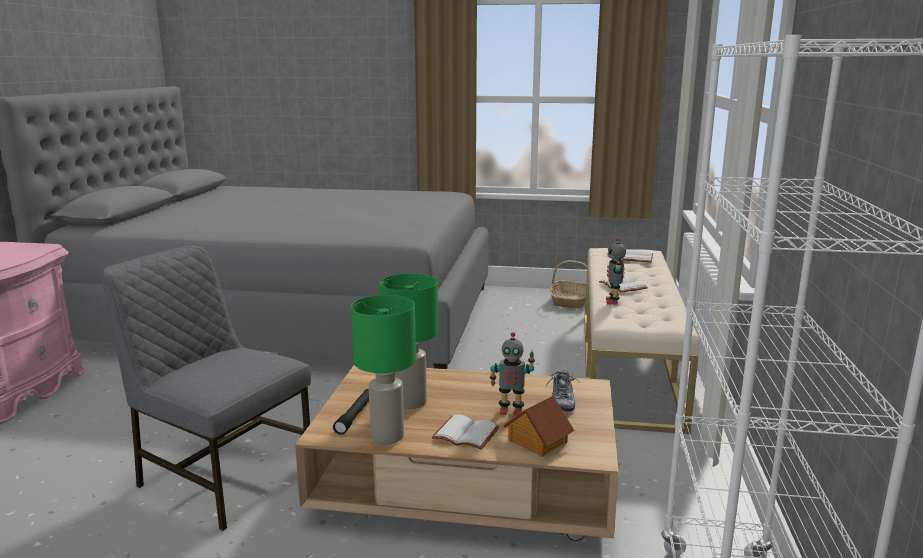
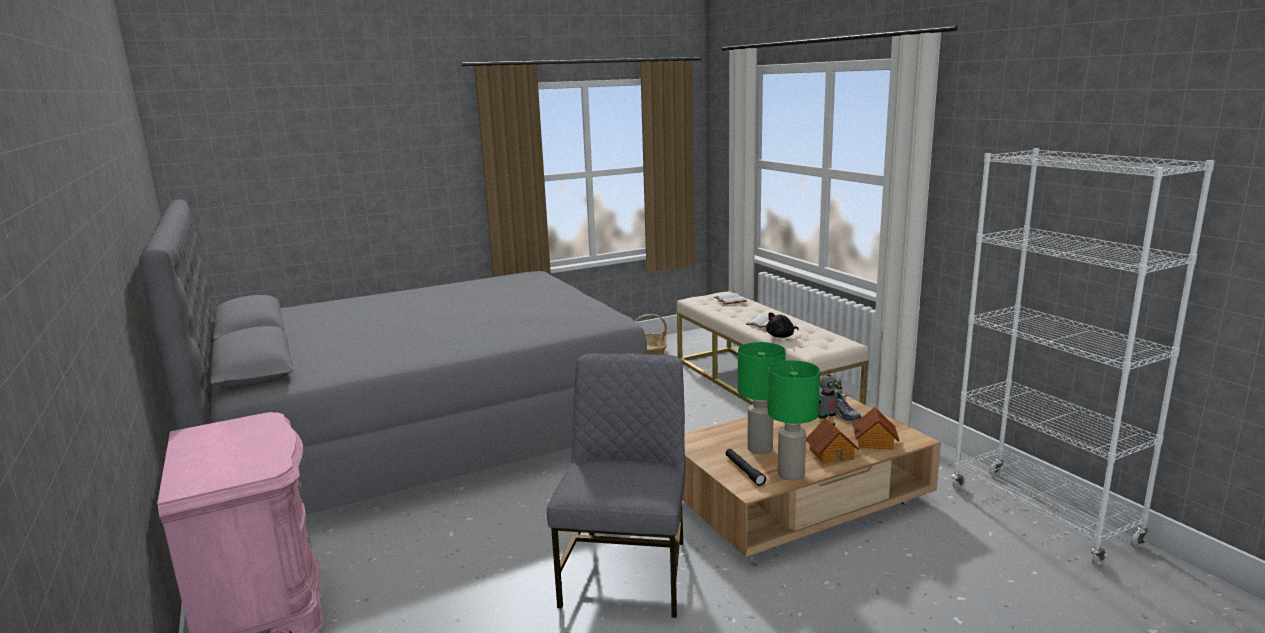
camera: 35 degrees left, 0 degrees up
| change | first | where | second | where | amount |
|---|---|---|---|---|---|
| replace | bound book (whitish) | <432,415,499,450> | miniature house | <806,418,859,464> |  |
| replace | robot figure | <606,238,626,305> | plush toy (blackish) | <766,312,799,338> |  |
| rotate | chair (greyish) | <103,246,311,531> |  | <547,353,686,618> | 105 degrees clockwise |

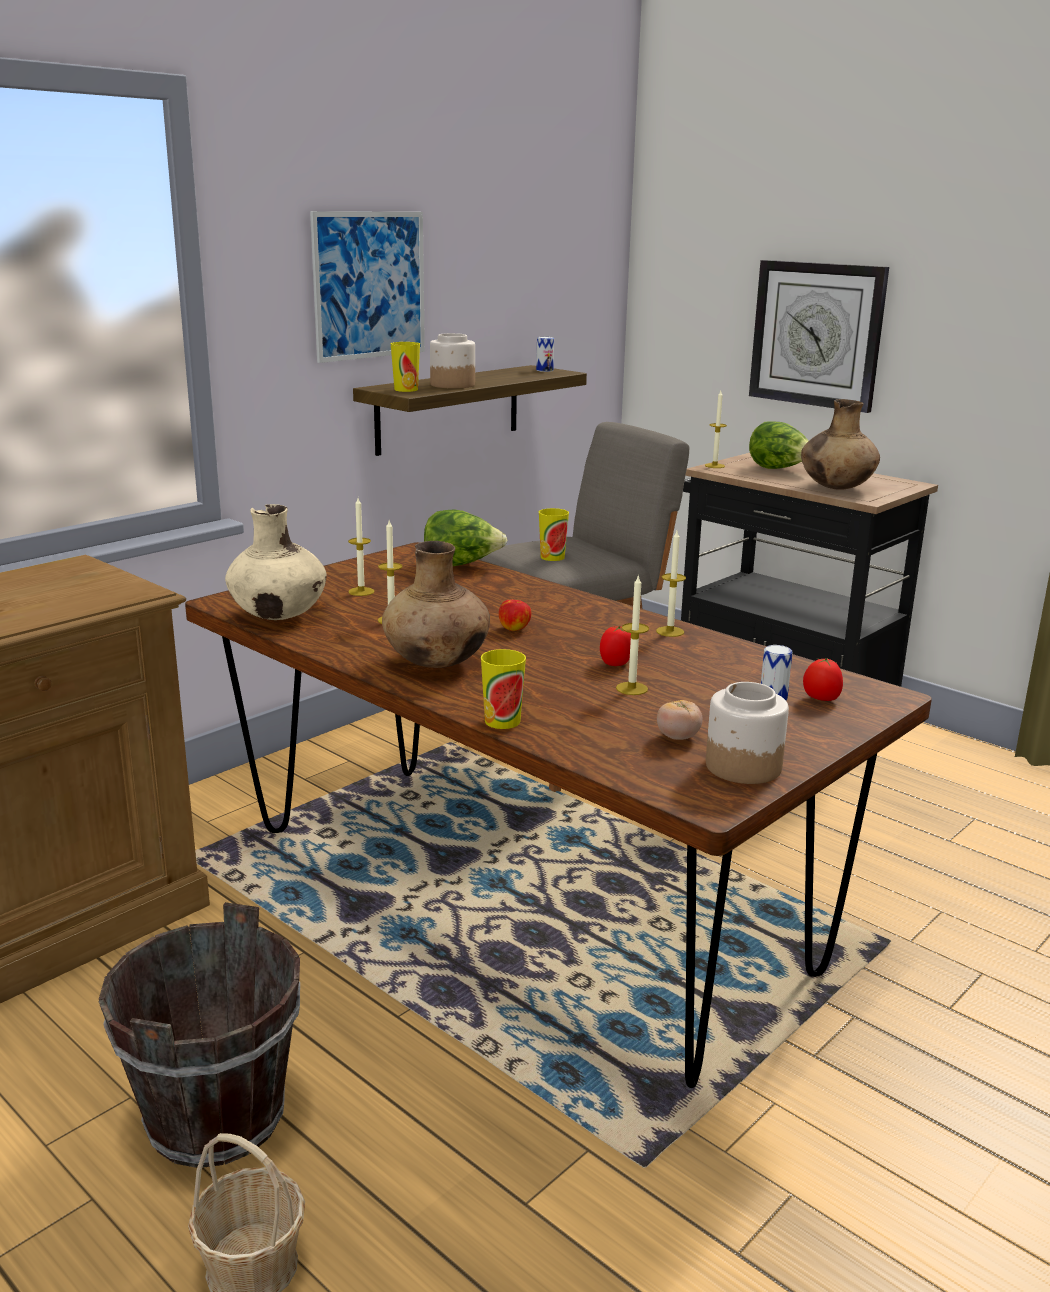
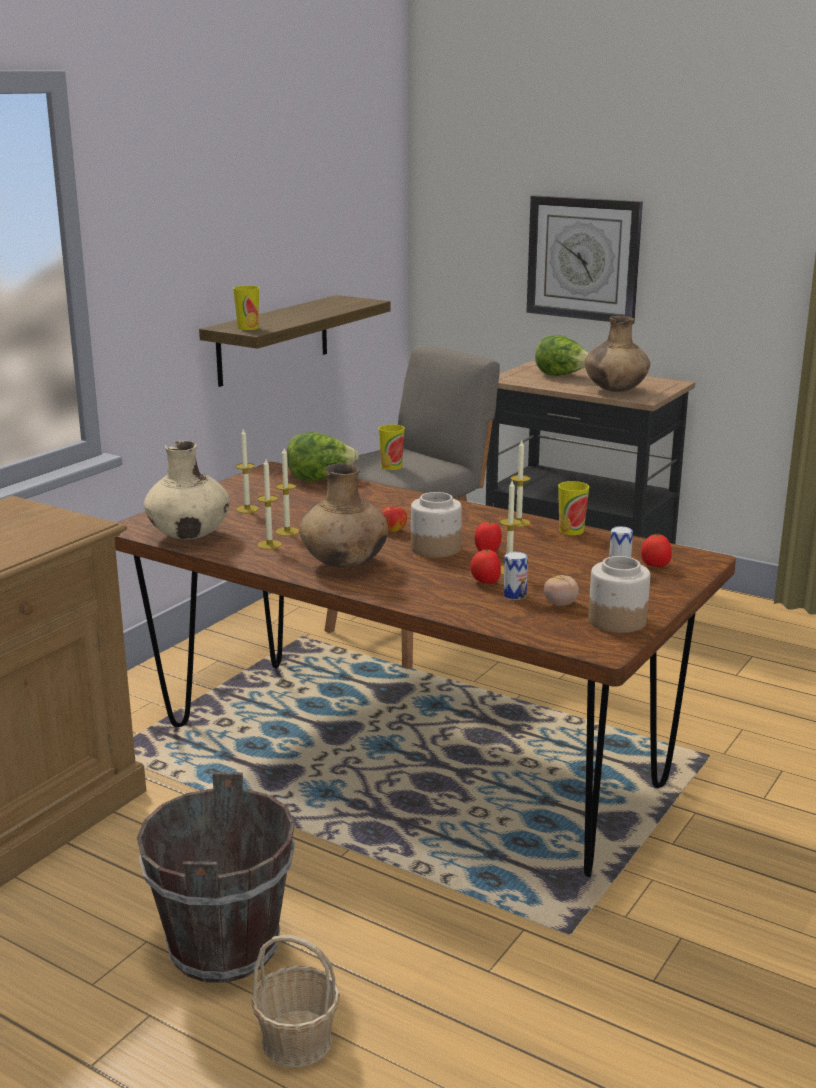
camera: 10 degrees left, 0 degrees up
| change | first | where | second | where | amount |
|---|---|---|---|---|---|
| delete | wall picture | <310,211,425,363> |  |  |  |
| insert |  |  | tomato | <470,549,501,584> |  |
| move | jar | <430,333,475,389> |  | <411,492,462,558> |  |
| move | cup | <481,649,526,729> |  | <558,481,589,535> |  |
| move | sealed can | <536,337,554,372> |  | <504,552,528,600> |  |
| move | wax light | <705,391,727,468> |  | <257,459,282,549> |  |

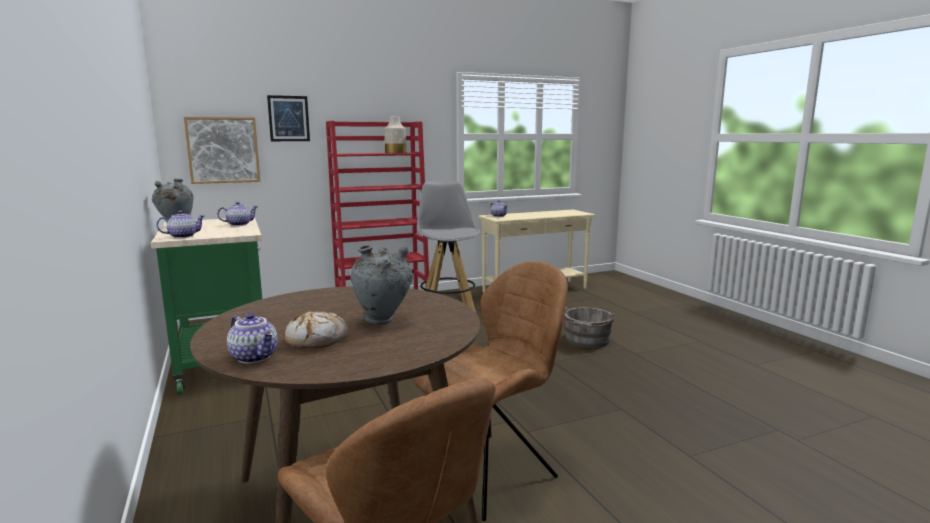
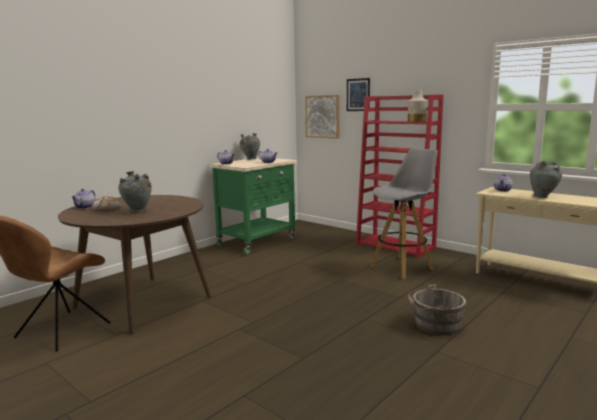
camera: 65 degrees right, 0 degrees up
| change | first | where | second | where | amount |
|---|---|---|---|---|---|
| delete | chair (brown-coloured) | <412,262,568,521> |  |  |  |
| insert |  |  | decorative vase (greyish) | <530,161,562,198> |  |

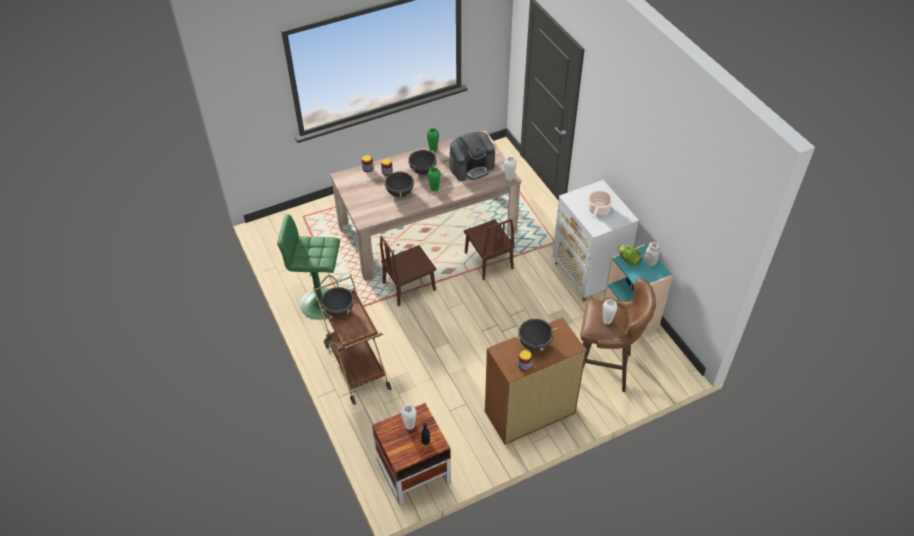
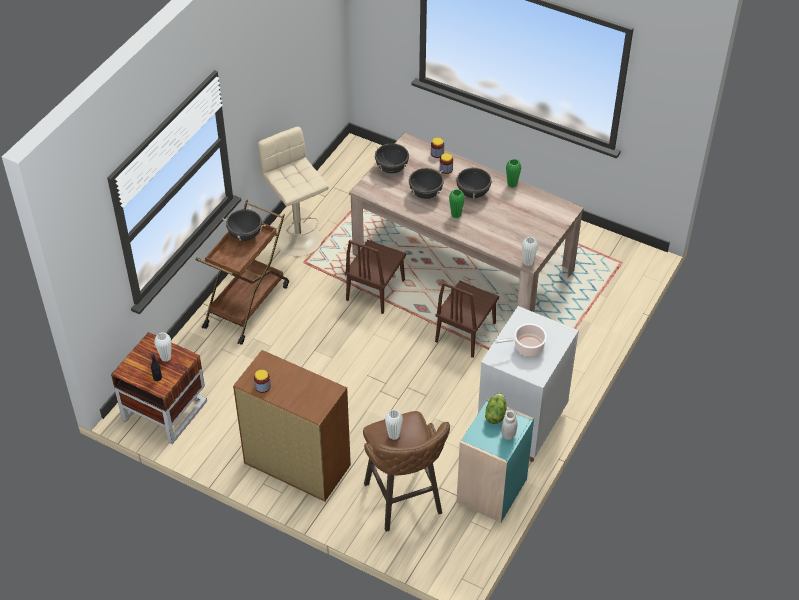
camera: 55 degrees right, 0 degrees up
| change | first | where | second | where | amount |
|---|---|---|---|---|---|
| delete | coffee machine | <449,132,495,181> |  |  |  |
| move | cooking pot (blackish) | <515,316,557,352> |  | <375,143,409,174> |  |
| recolor | sitting stool (greenish) | <277,214,340,320> | sitting stool (beige) | <258,127,329,256> |  |
| rotate | chair (brown-coloured) | <380,235,436,306> |  | <345,240,406,314> | 90 degrees counterclockwise |

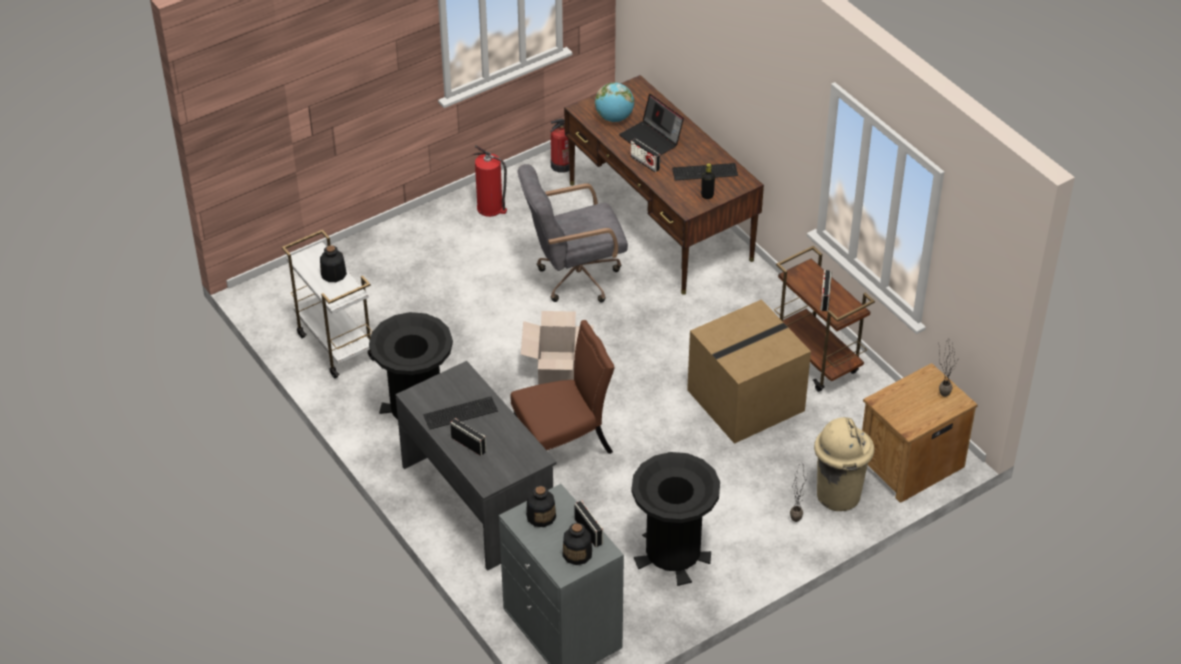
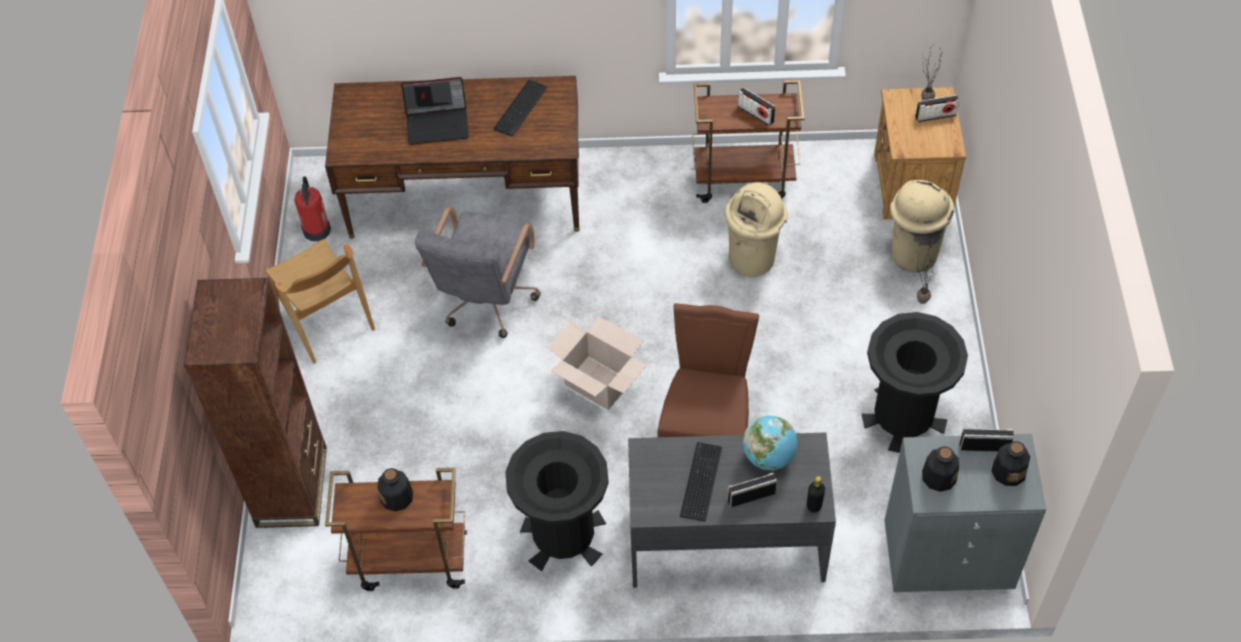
camera: 55 degrees left, 10 degrees up
| change | first | where | second | where | amount |
|---|---|---|---|---|---|
| insert |  |  | shelving unit (brown-coloured) | <184,278,327,528> |  |
| move | world globe | <595,83,634,122> |  | <743,416,798,471> |  |
| move | radio receiver | <631,139,660,172> |  | <915,95,959,122> |  |
| move | beverage bottle (blackish) | <701,163,715,199> |  | <807,476,825,513> |  |
| replace | fire extinguisher | <473,145,507,217> | chair (brown-coloured) | <266,239,375,363> |  |
| replace | cardboard box | <687,299,811,444> | trash can (beige) | <724,182,788,277> |  |
| recolor | cart (whitish) | <282,230,374,378> | cart (brown-coloured) | <325,468,467,591> |  |

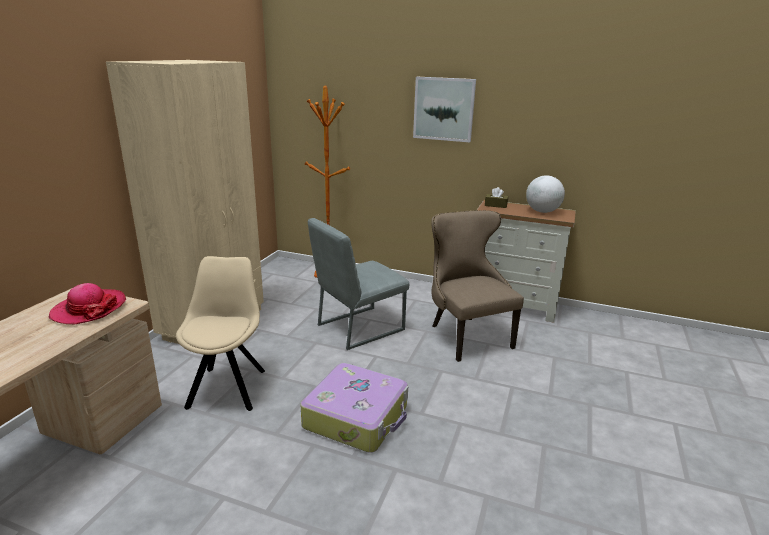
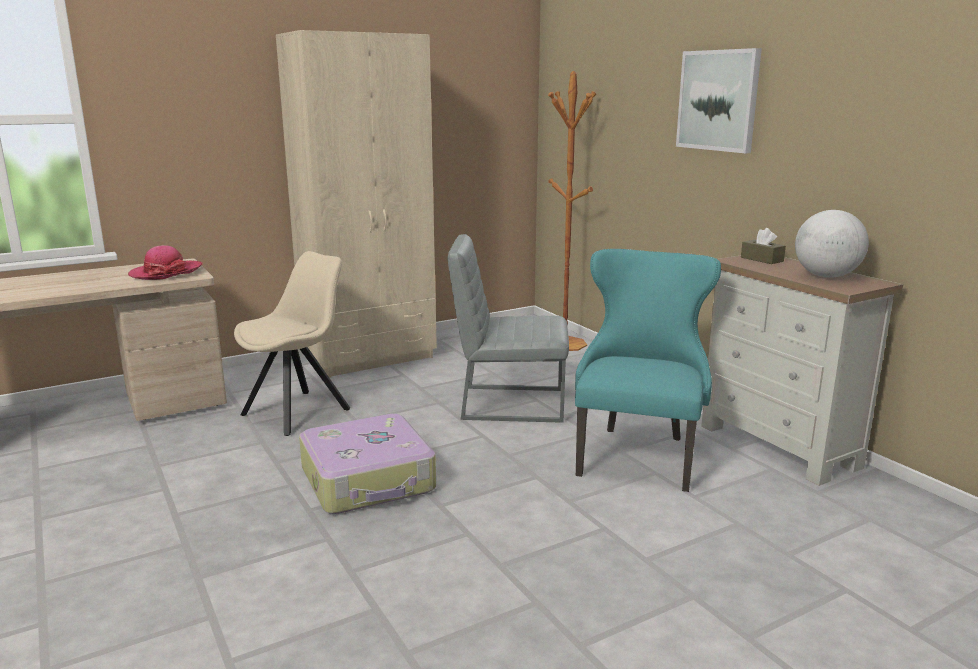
camera: 40 degrees right, 5 degrees down
| change | first | where | second | where | amount |
|---|---|---|---|---|---|
| recolor | chair (beige) | <431,210,524,362> | chair (turquoise-coloured) | <575,249,721,492> |  |

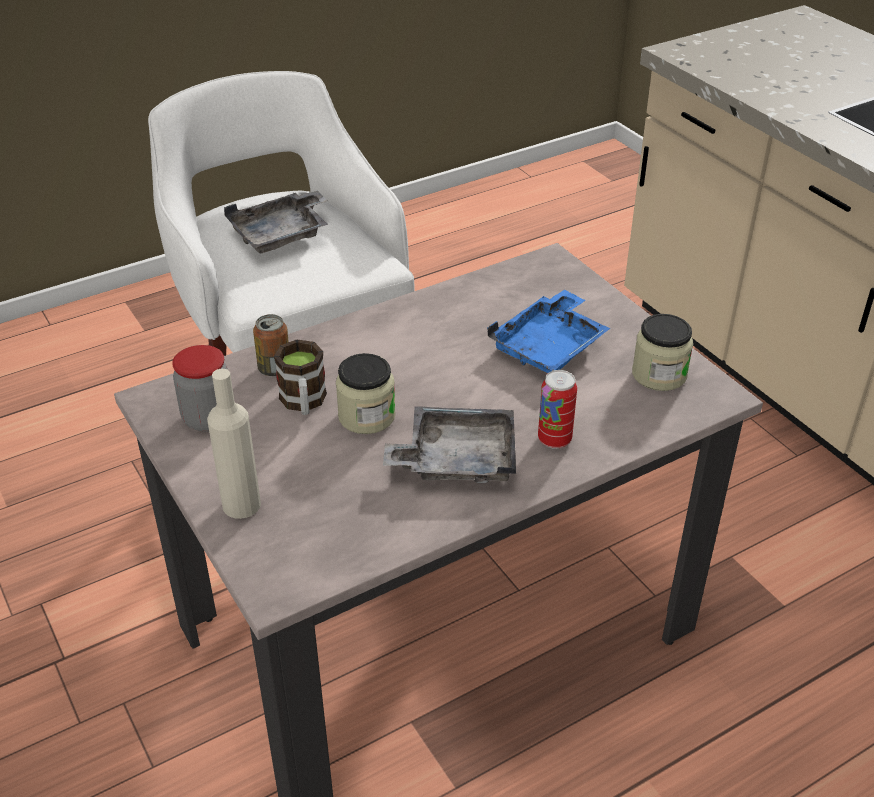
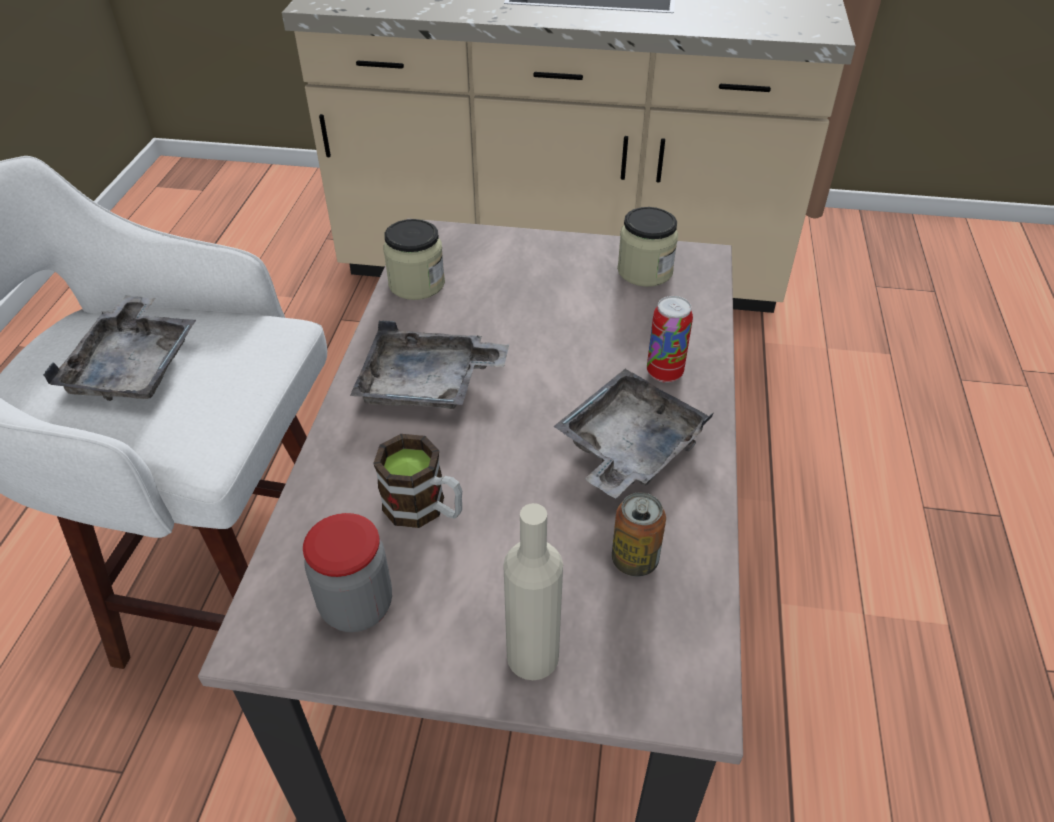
camera: 50 degrees left, 5 degrees up
| change | first | where | second | where | amount |
|---|---|---|---|---|---|
| delete | tray (bluish) | <487,289,610,373> |  |  |  |
| insert |  |  | tray (greyish) | <350,321,509,409> |  |
| move | sealed can | <253,314,289,377> |  | <612,493,666,577> |  |
| move | jar | <336,353,396,434> |  | <383,219,445,300> |  |

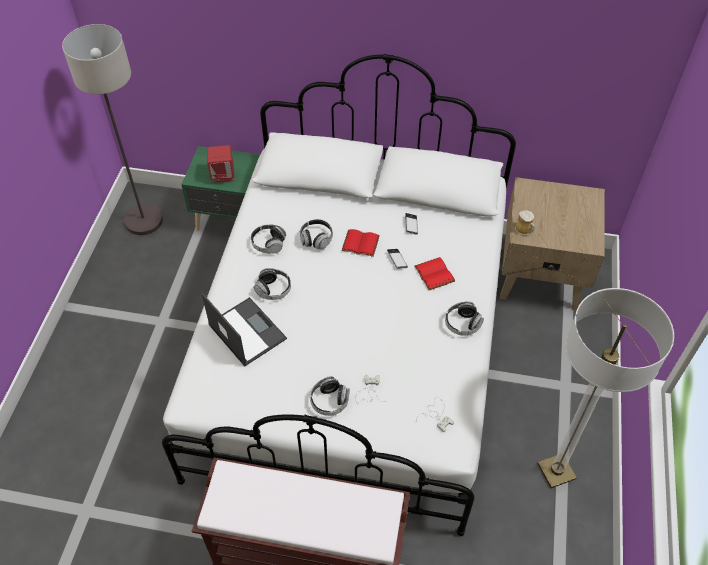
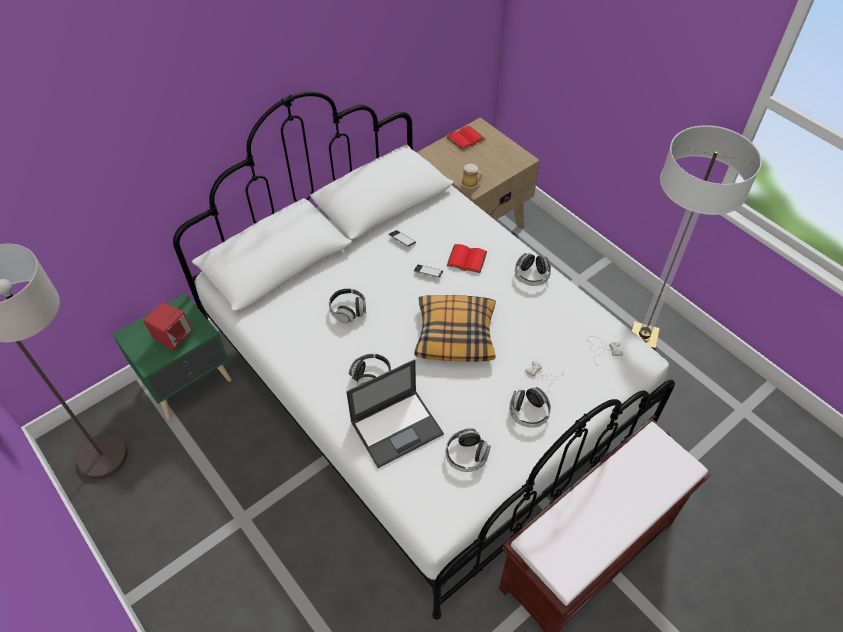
camera: 50 degrees left, 0 degrees up
| change | first | where | second | where | amount |
|---|---|---|---|---|---|
| insert |  |  | cushion | <414,295,496,362> |  |
| move | headphones | <251,224,286,254> |  | <446,428,491,472> |  |
| move | bound book (reddish) | <342,229,380,257> |  | <447,126,485,151> |  |
| rotate | notebook computer | <202,293,287,367> |  | <346,359,444,468> | 150 degrees clockwise |

